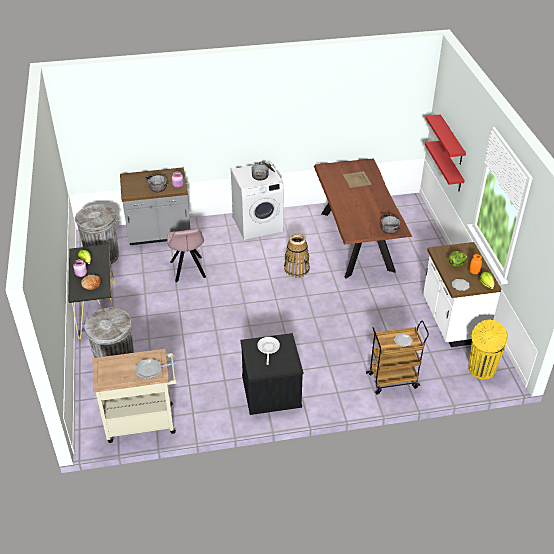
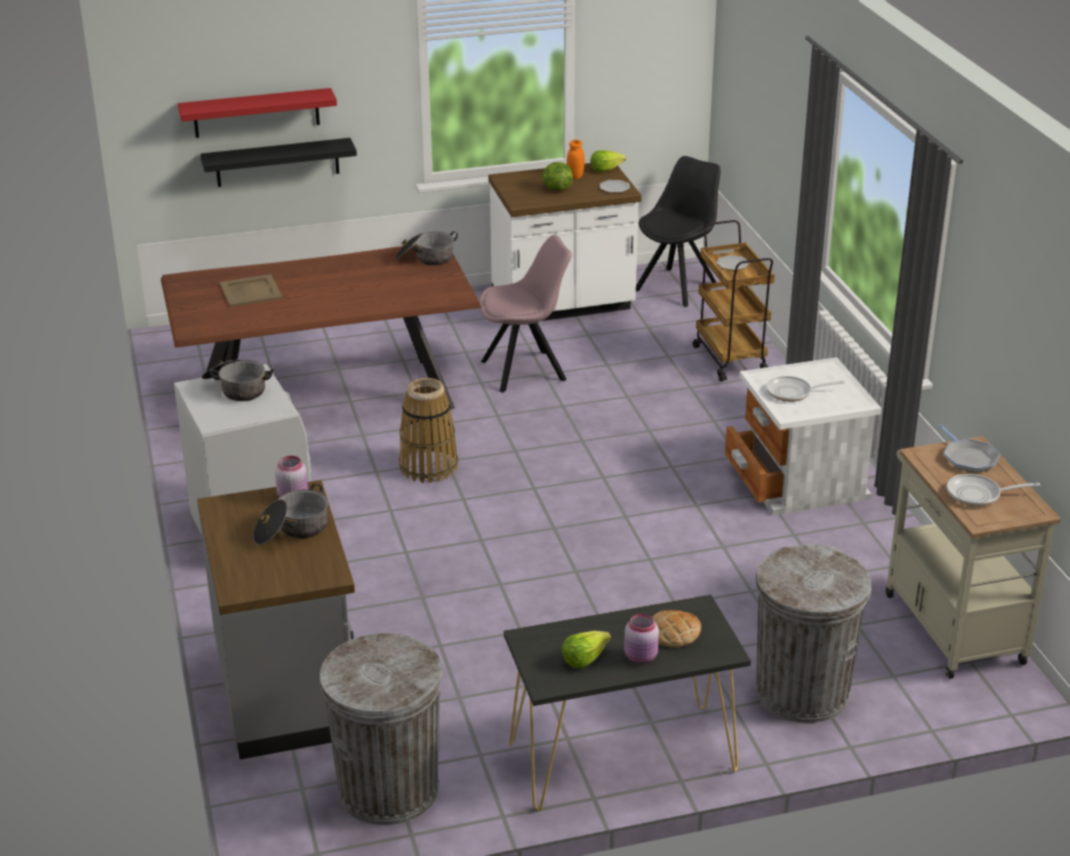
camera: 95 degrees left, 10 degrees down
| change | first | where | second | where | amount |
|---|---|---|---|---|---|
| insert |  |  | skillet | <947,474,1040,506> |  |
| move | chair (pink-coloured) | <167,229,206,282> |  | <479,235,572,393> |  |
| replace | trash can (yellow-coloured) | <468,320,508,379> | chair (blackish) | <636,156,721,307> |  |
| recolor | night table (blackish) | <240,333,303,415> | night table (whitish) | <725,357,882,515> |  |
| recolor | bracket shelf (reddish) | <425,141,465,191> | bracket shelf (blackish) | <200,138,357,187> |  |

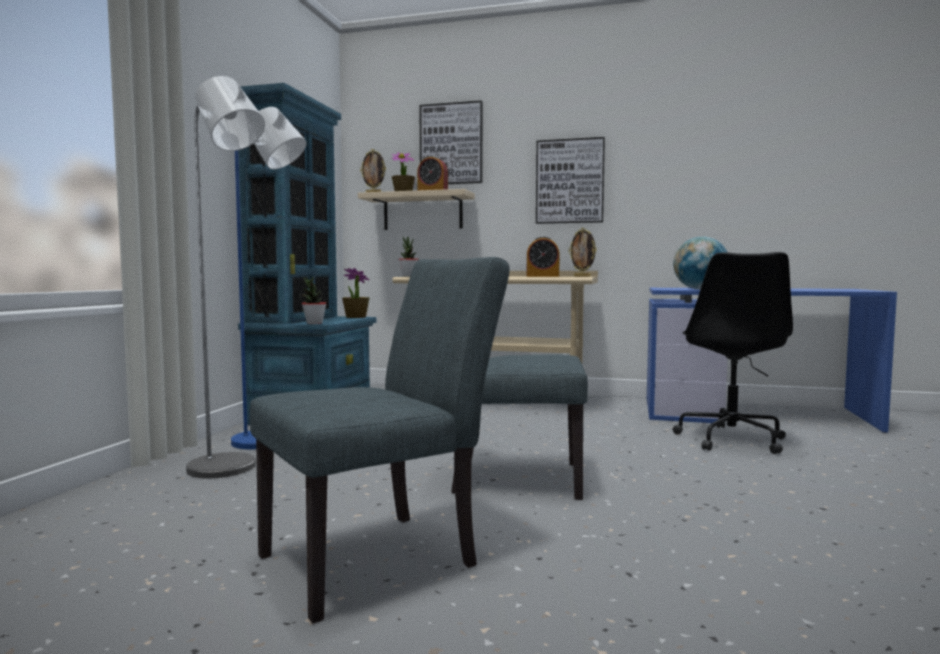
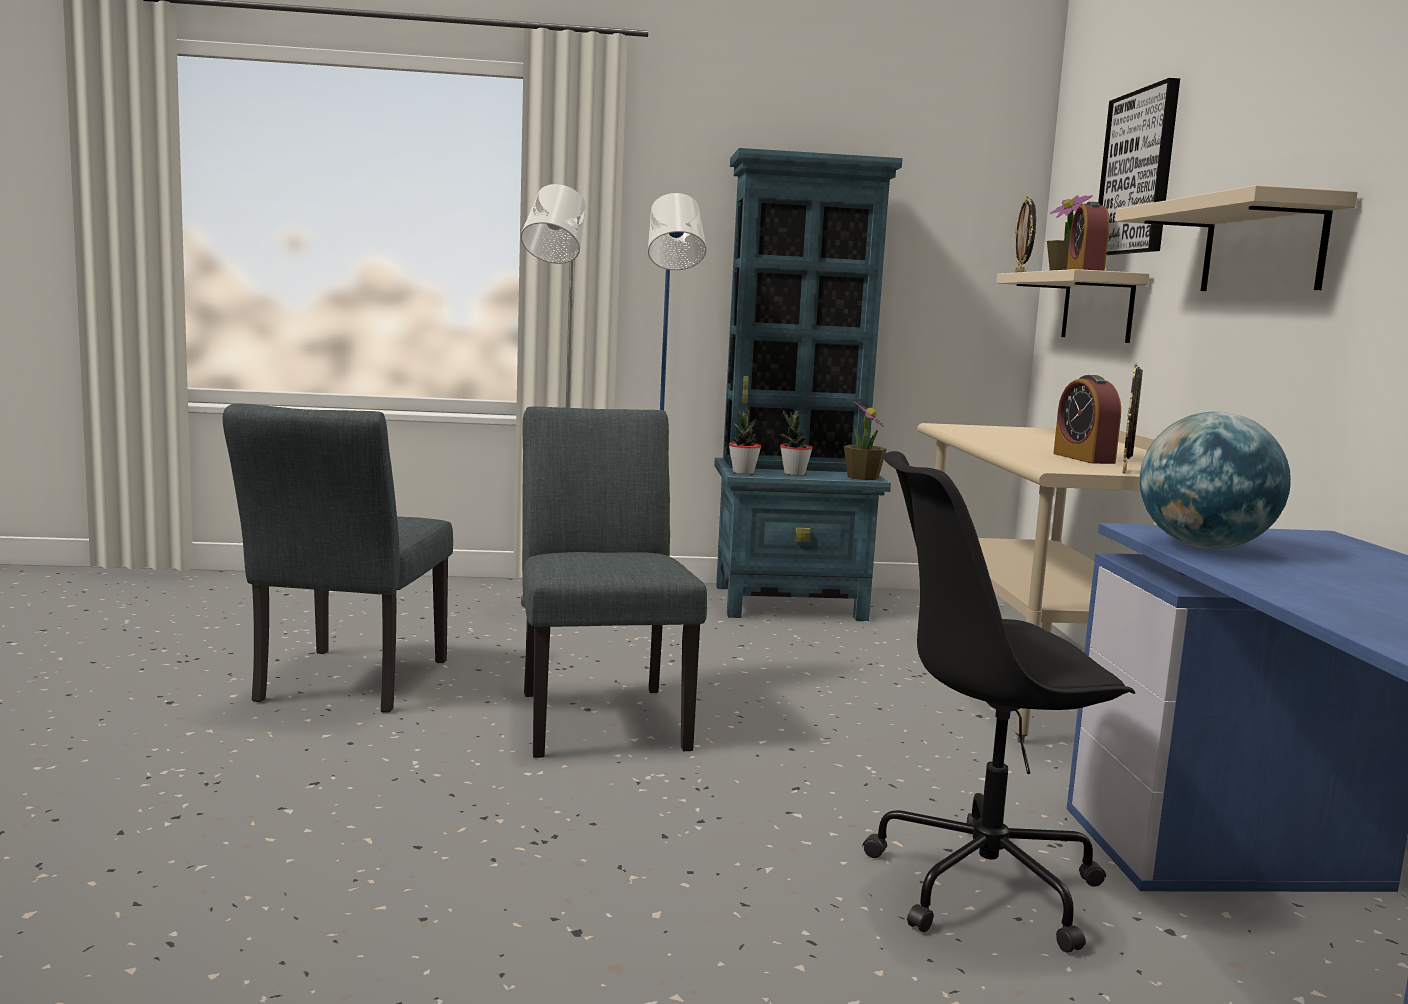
camera: 70 degrees right, 5 degrees up
| change | first | where | second | where | amount |
|---|---|---|---|---|---|
| move | plant in a pot | <399,237,419,277> |  | <780,410,813,476> |  |
| replace | wall picture | <536,137,605,224> | bracket shelf (beige) | <1115,185,1357,291> |  |
| rotate | chair (greyish) | <250,257,510,624> |  | <223,403,453,713> | 60 degrees clockwise |

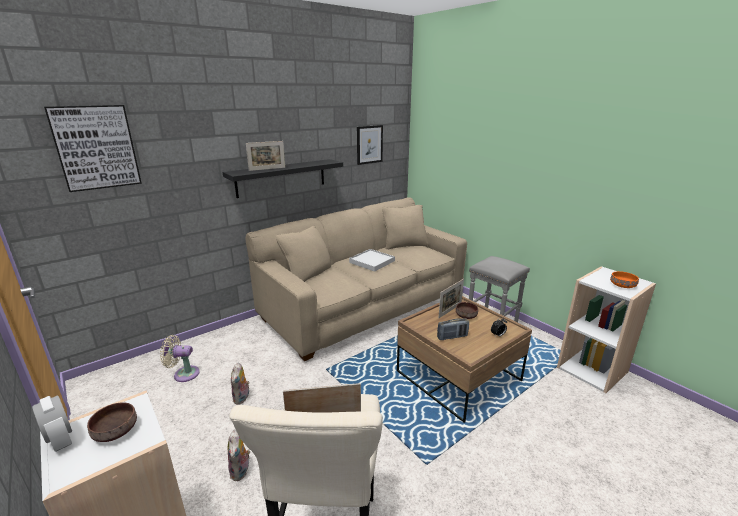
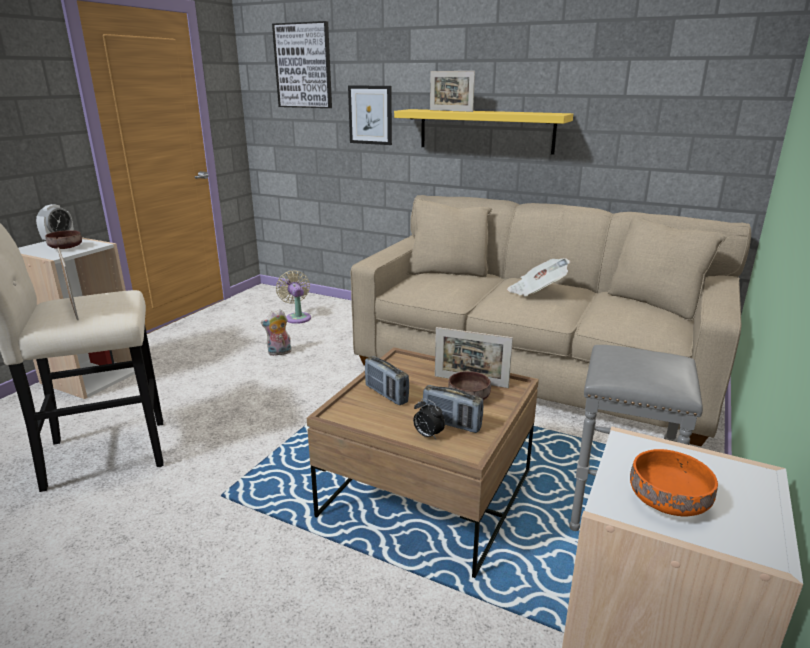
camera: 65 degrees right, 0 degrees up
| change | first | where | second | where | amount |
|---|---|---|---|---|---|
| delete | plush toy | <228,429,250,481> |  |  |  |
| insert |  |  | radio receiver | <423,385,483,433> |  |
| move | wall picture | <357,125,383,165> |  | <348,85,392,145> |  |
| replace | tray (whitish) | <349,249,395,272> | newspaper | <507,258,570,297> |  |
| recolor | bracket shelf (blackish) | <223,159,343,198> | bracket shelf (yellow-coloured) | <394,109,573,155> |  |

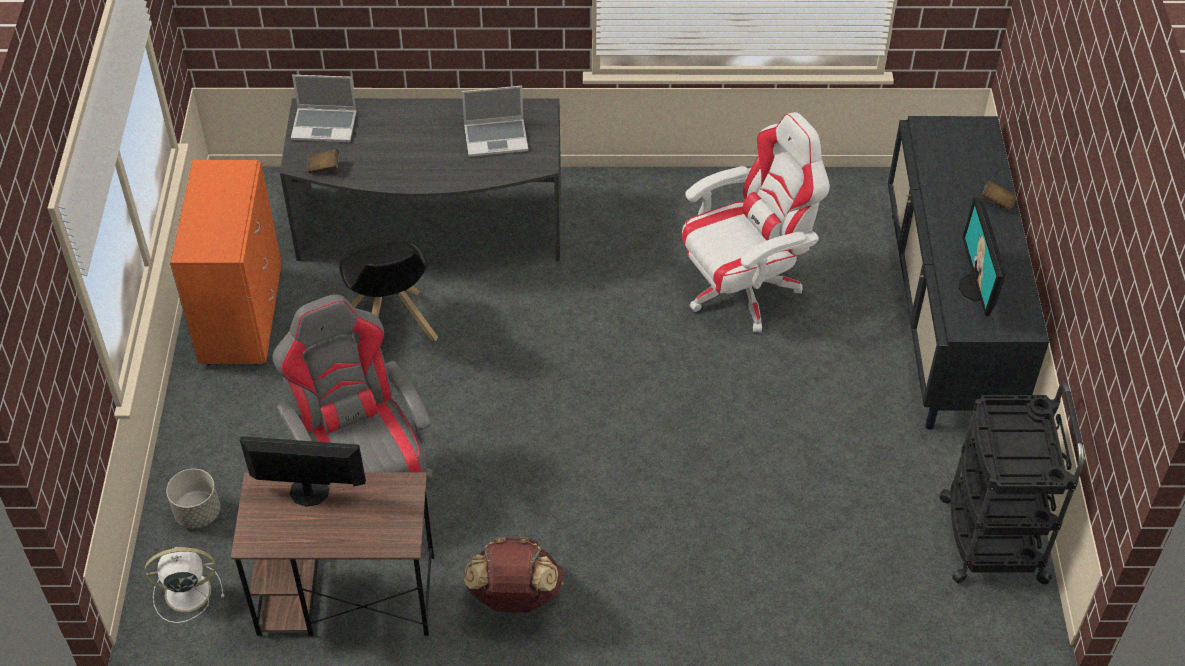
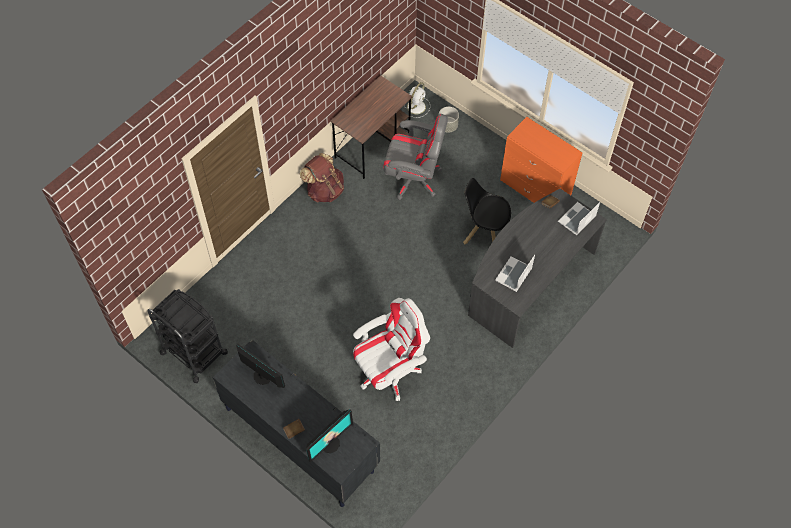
camera: 130 degrees right, 10 degrees up
| change | first | where | second | where | amount |
|---|---|---|---|---|---|
| move | computer display | <240,436,366,507> |  | <306,409,353,462> |  |
| rotate | office chair (whitish) | <682,112,830,332> |  | <353,298,430,401> | 135 degrees counterclockwise |

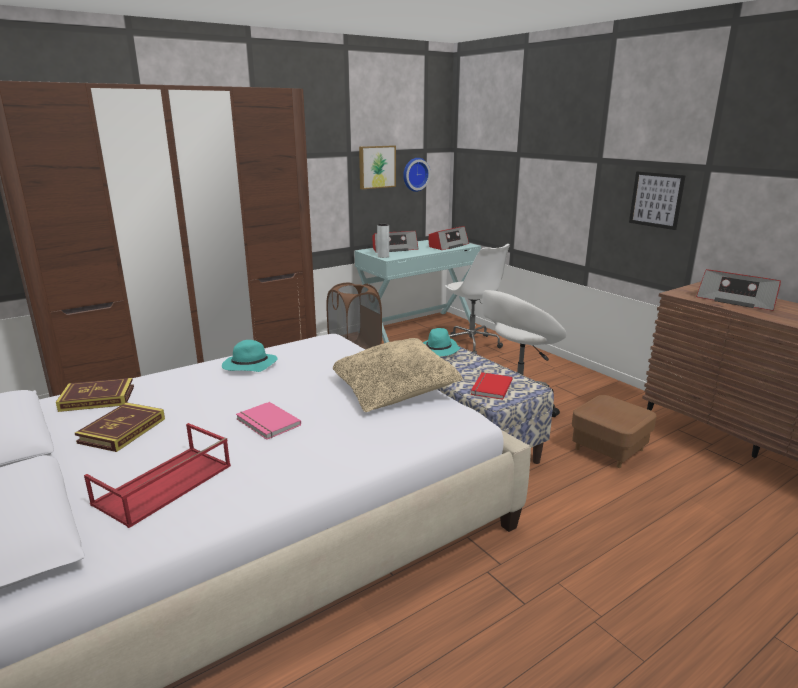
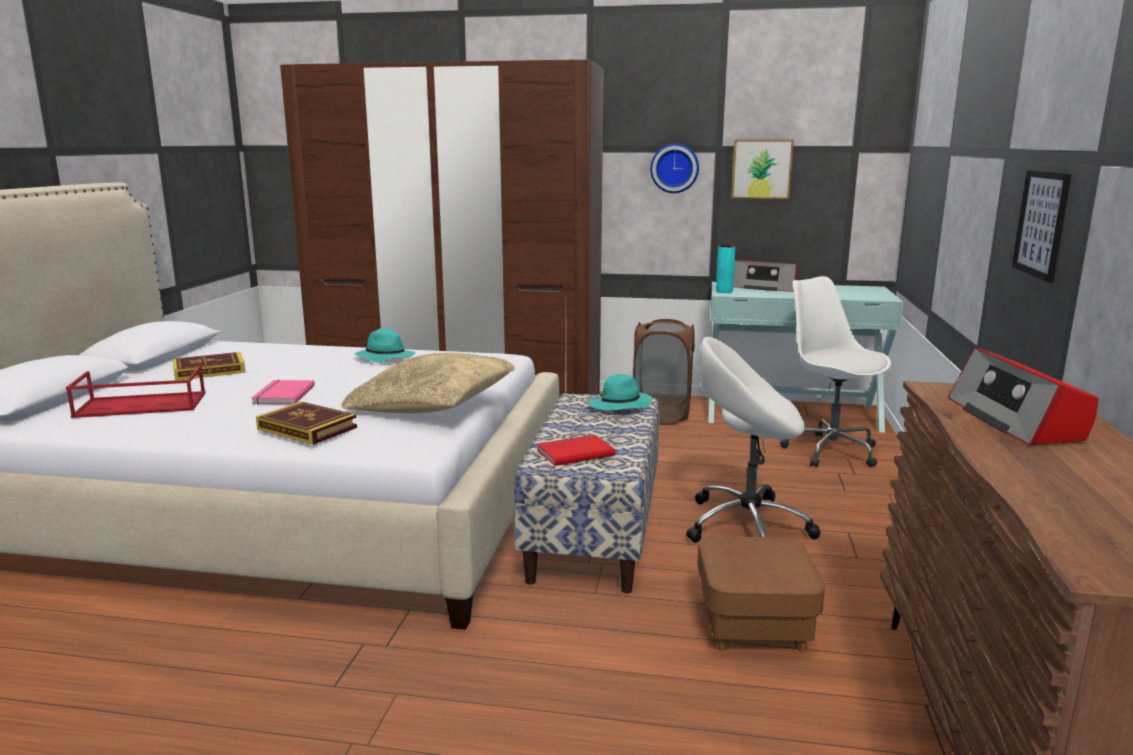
camera: 45 degrees right, 5 degrees down
| change | first | where | second | where | amount |
|---|---|---|---|---|---|
| delete | radio receiver | <429,226,469,250> |  |  |  |
| move | bound book | <56,378,134,412> |  | <256,401,357,445> |  |
| move | clock on the wall | <403,158,431,192> |  | <650,143,699,193> |  |
| recolor | decorative vase (greyish) | <377,224,389,258> | decorative vase (turquoise-coloured) | <716,245,735,293> |  |
| rotate | office chair (whitish) | <445,244,510,354> |  | <780,276,891,467> | 135 degrees clockwise |

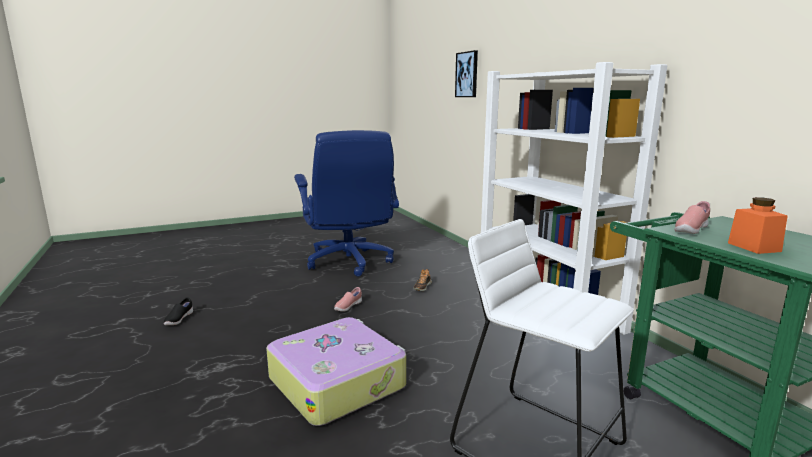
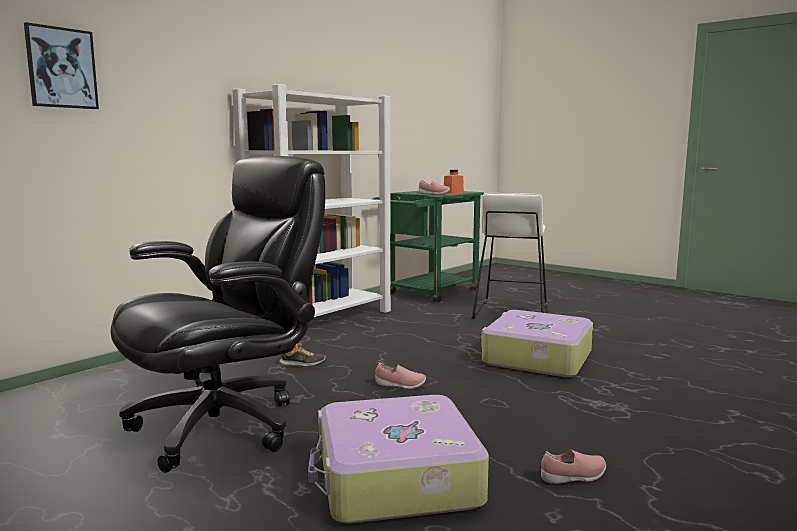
camera: 115 degrees left, 5 degrees down
| change | first | where | second | where | amount |
|---|---|---|---|---|---|
| insert |  |  | travel case | <308,395,489,524> |  |
| recolor | item of footwear (blackish) | <164,297,193,325> | item of footwear (pink-coloured) | <541,449,606,484> |  |
| recolor | office chair (bluish) | <294,130,399,276> | office chair (blackish) | <111,156,325,473> |  |

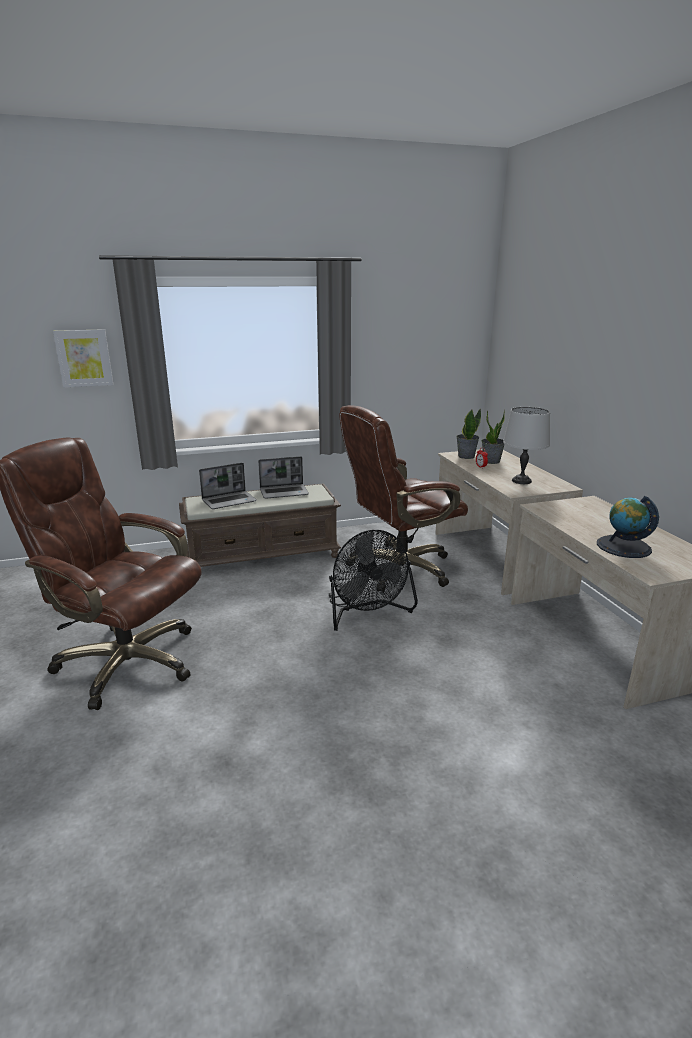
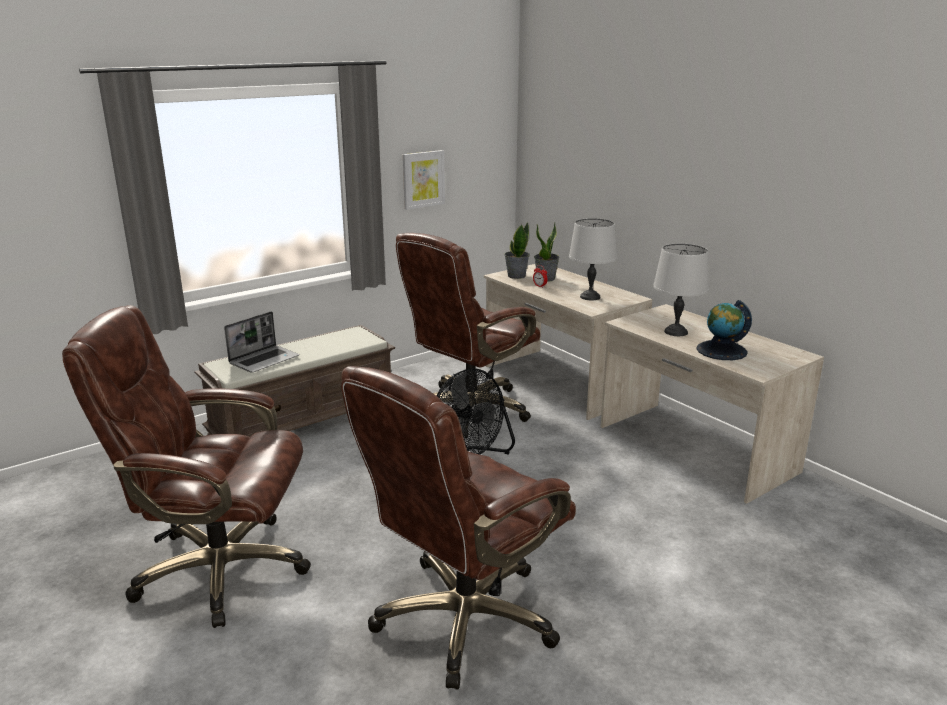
camera: 20 degrees left, 0 degrees up
| change | first | where | second | where | amount |
|---|---|---|---|---|---|
| delete | notebook computer | <258,456,309,499> |  |  |  |
| insert |  |  | office chair (brown-coloured) | <341,366,576,690> |  |
| insert |  |  | table lamp (greyish) | <653,244,709,336> |  |
| move | wall picture | <53,329,113,387> |  | <403,150,445,210> |  |

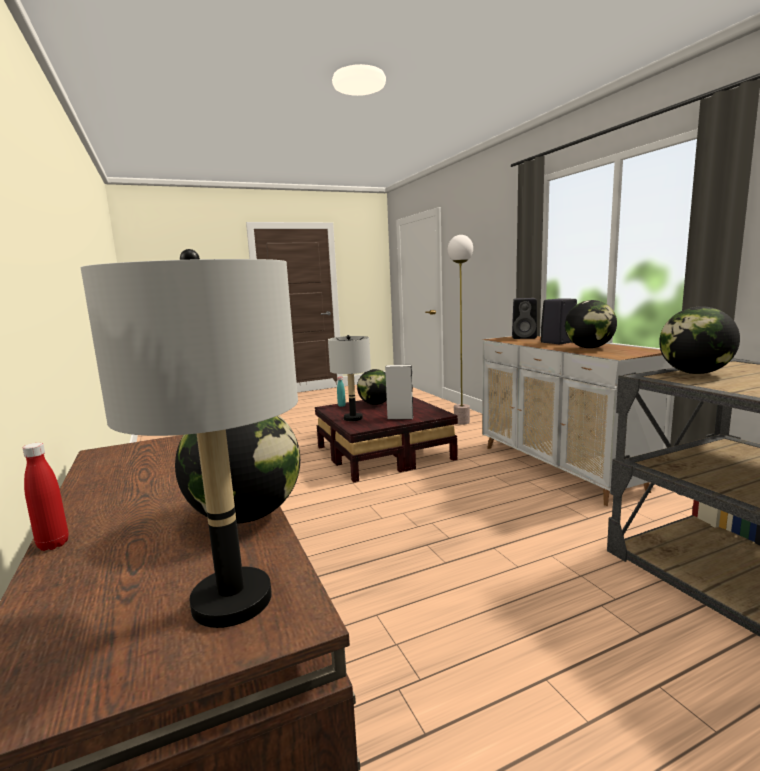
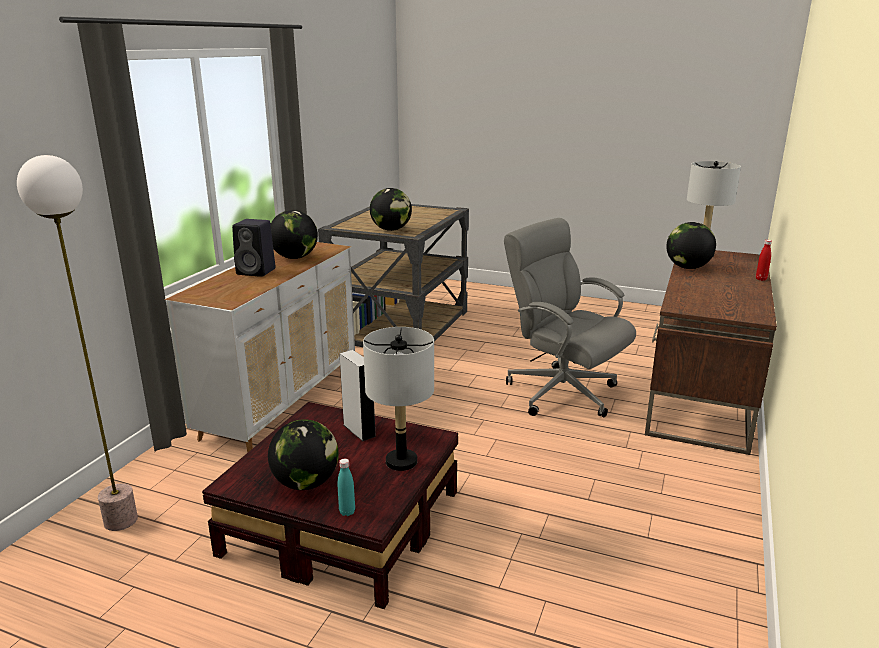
camera: 135 degrees left, 10 degrees up
| change | first | where | second | where | amount |
|---|---|---|---|---|---|
| delete | loudspeaker (blackish) | <512,298,537,339> |  |  |  |
| insert |  |  | office chair (greyish) | <504,218,636,417> |  |

